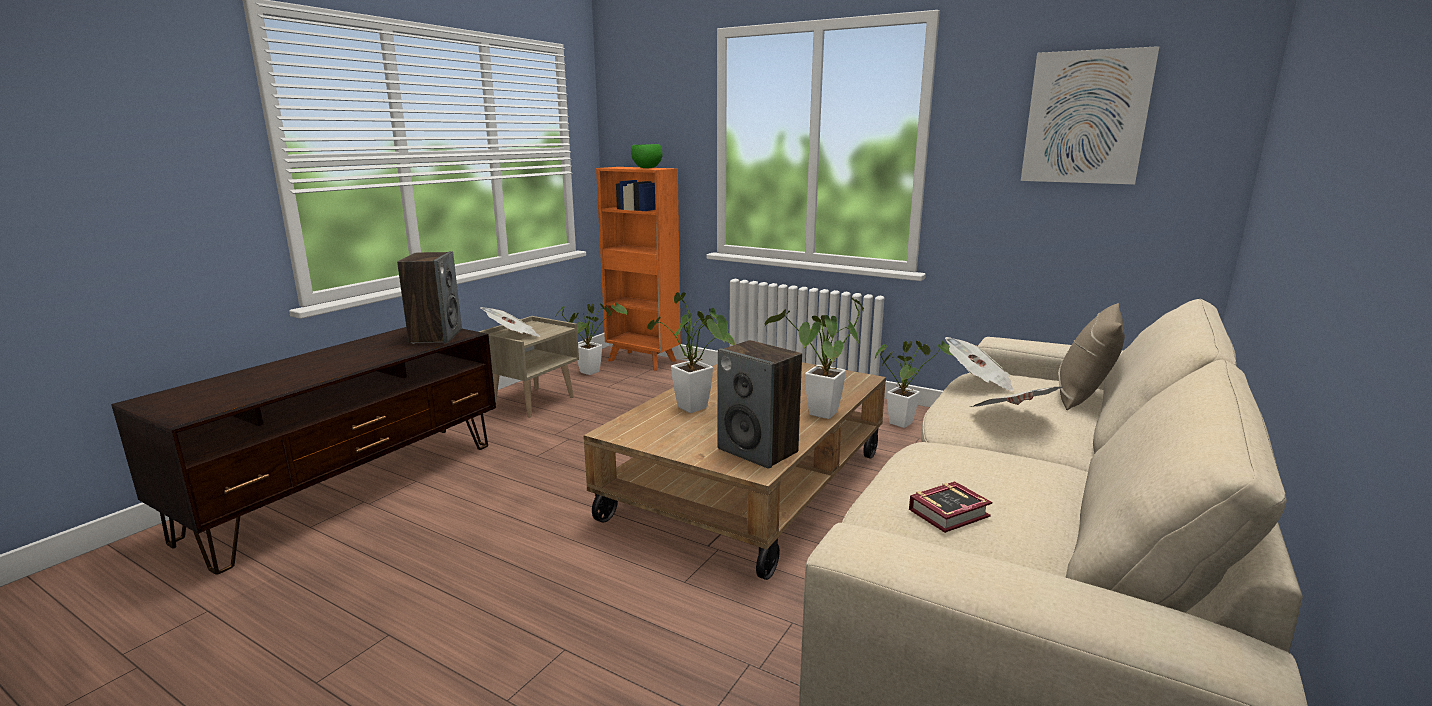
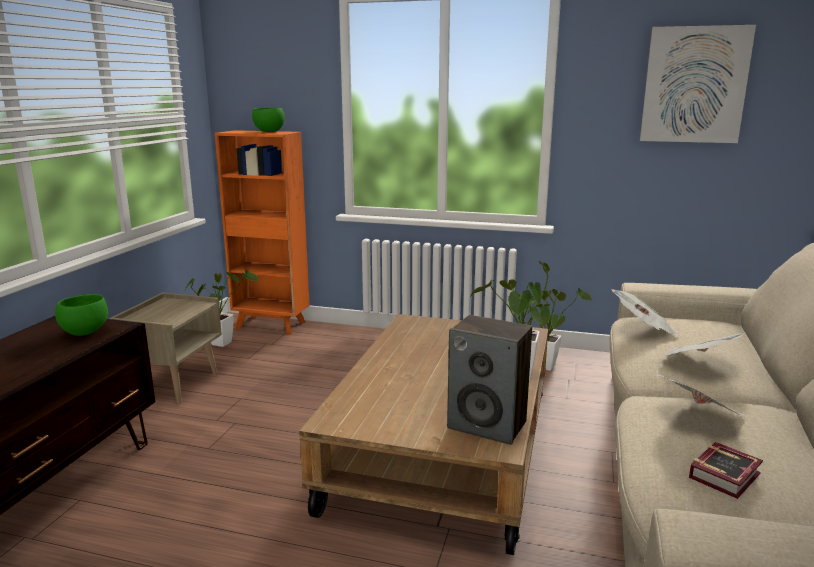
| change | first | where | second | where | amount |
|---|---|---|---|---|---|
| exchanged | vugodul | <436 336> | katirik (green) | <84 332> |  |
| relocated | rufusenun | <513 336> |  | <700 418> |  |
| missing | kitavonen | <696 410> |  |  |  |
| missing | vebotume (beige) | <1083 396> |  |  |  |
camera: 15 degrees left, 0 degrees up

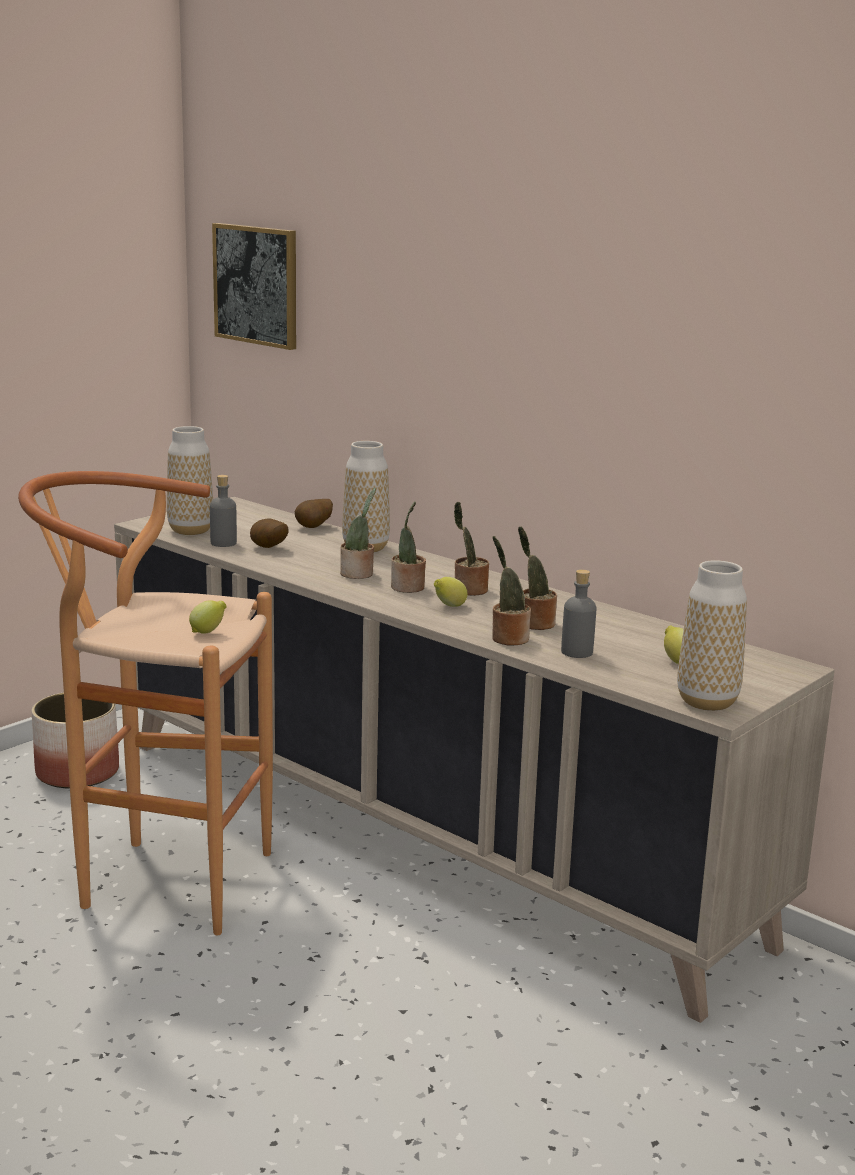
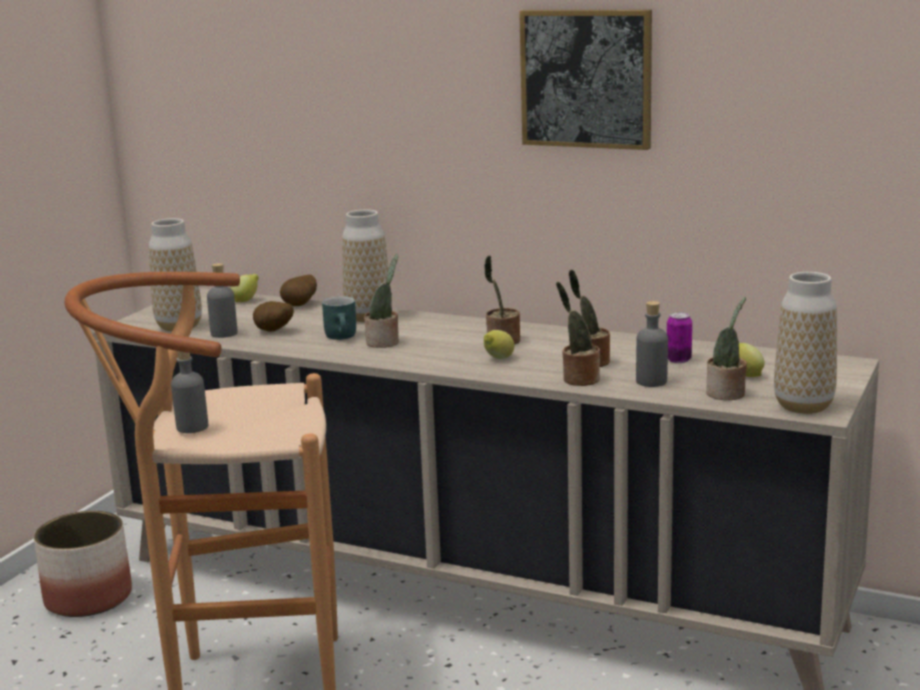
| change | first | where | second | where | amount |
|---|---|---|---|---|---|
| appeared |  |  | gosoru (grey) | <192 427> |  |
| relocated | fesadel | <208 632> |  | <246 300> |  |
| appeared |  |  | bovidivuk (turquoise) | <343 337> |  |
| relocated | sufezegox | <256 285> |  | <586 78> |  |
| appeared |  |  | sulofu | <678 360> |  |
| relocated | kitavonen | <408 588> |  | <727 394> |  |
camera: 15 degrees left, 0 degrees up

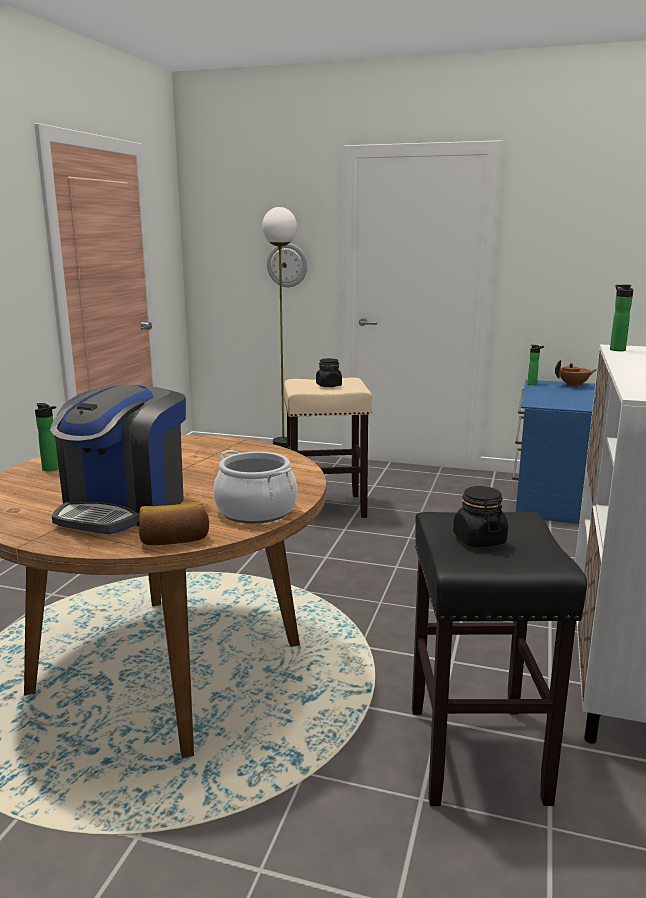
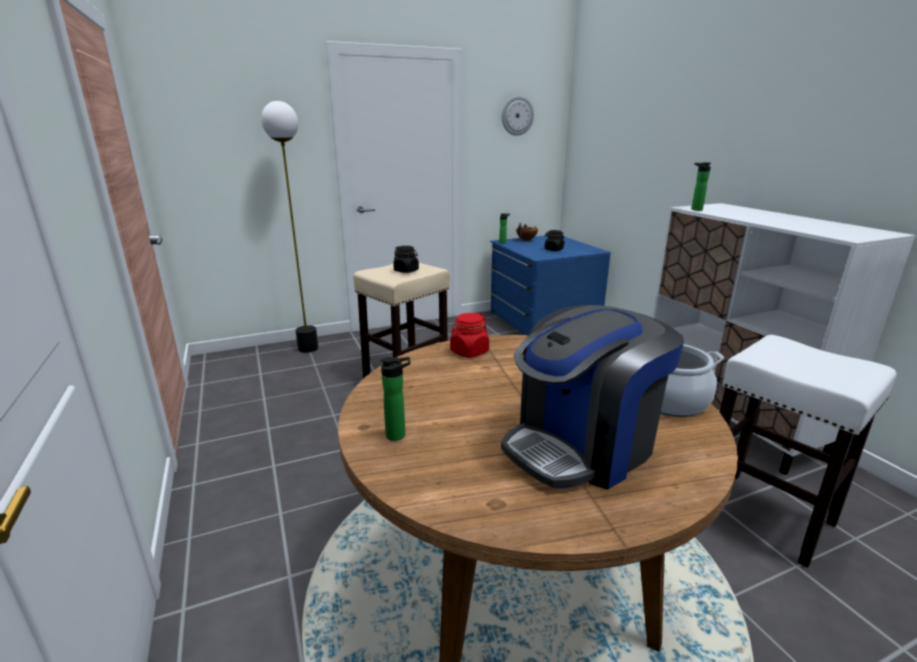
| change | first | where | second | where | amount |
|---|---|---|---|---|---|
| appeared |  |  | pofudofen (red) | <469 352> |  |
| spun | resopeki | <125 508> |  | <582 445> | 75 degrees clockwise |
| relocated | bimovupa | <287 265> |  | <517 115> |  |
| relocated | pofudofen (black) | <479 539> |  | <553 249> |  |
| colour | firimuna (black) | <477 754> | firimuna (white) | <767 516> |  |
| missing | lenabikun | <174 540> |  |  |  |
camera: 40 degrees left, 5 degrees up

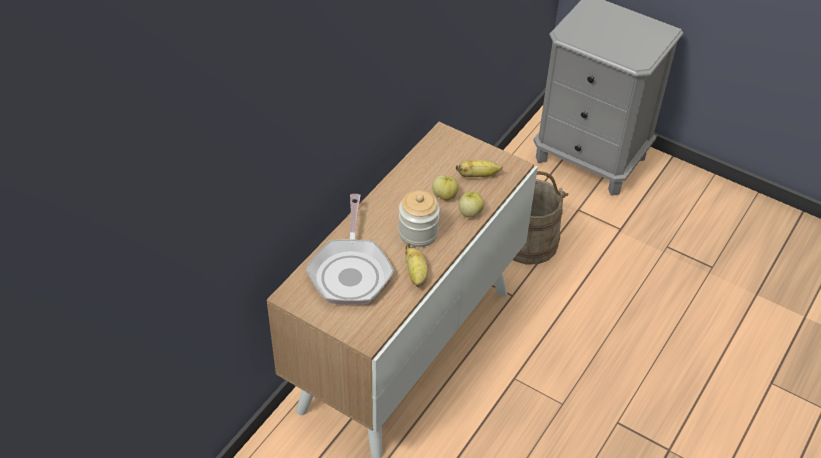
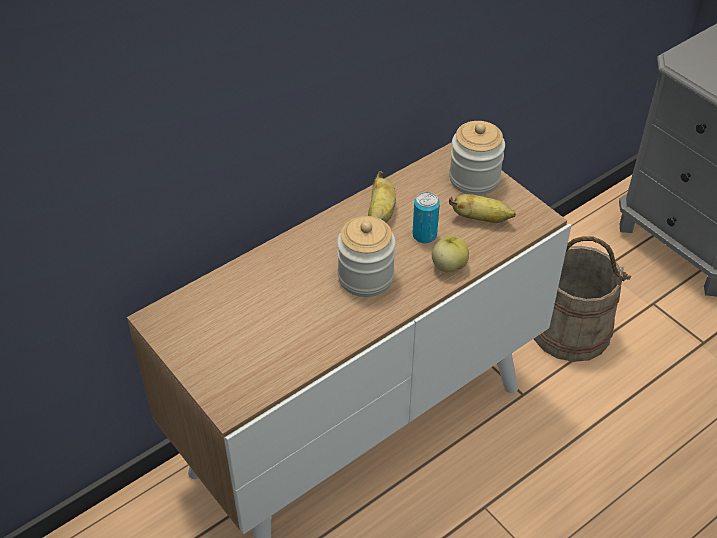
| change | first | where | second | where | amount |
|---|---|---|---|---|---|
| relocated | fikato | <416 275> |  | <380 213> |  |
| exchanged | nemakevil | <445 195> | sulofu | <424 235> |  |
| appeared |  |  | pofudofen | <474 179> |  |
| missing | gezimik | <350 271> |  |  |  |
camera: 20 degrees right, 0 degrees up

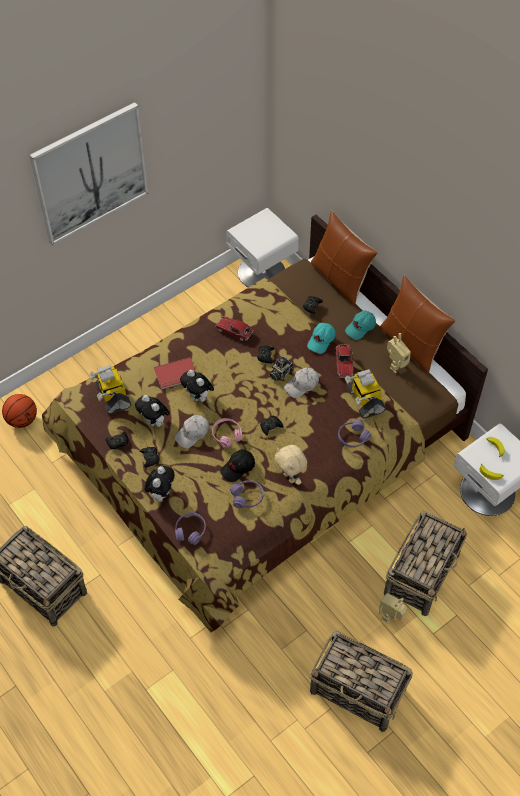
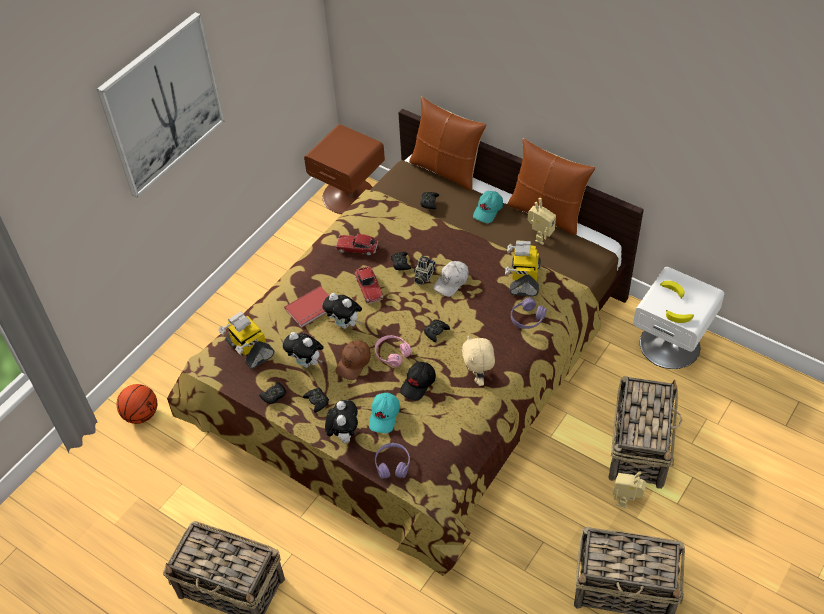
| change | first | where | second | where | amount |
|---|---|---|---|---|---|
| colour | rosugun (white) | <262 272> | rosugun (brown) | <349 195> |  |
| colour | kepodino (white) | <192 434> | kepodino (brown) | <354 363> |  |
| relocated | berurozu | <344 364> |  | <369 288> |  |
| relocated | kepodino (turquoise) | <321 341> |  | <384 416> |  |
| spun | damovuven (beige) | <290 477> |  | <478 377> | 45 degrees clockwise |
| spun | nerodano | <364 400> |  | <523 279> | 45 degrees clockwise |
| missing | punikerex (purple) | <247 497> |  |  |  |
camera: 15 degrees left, 5 degrees down

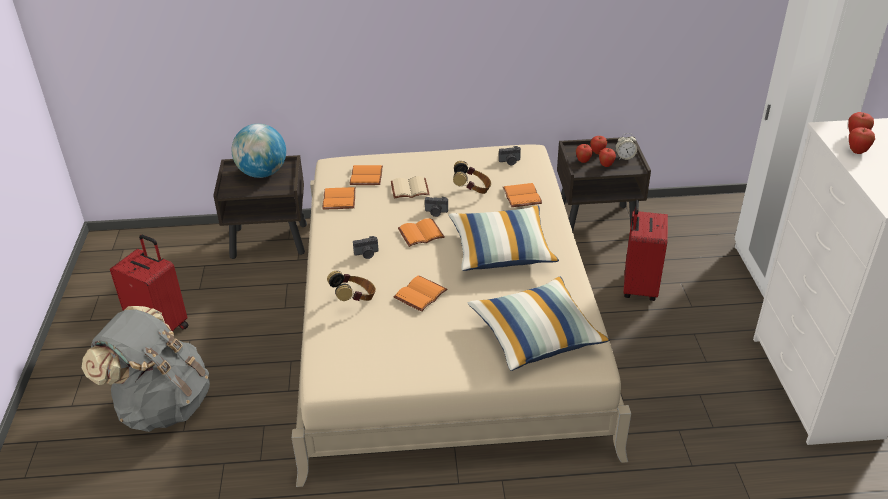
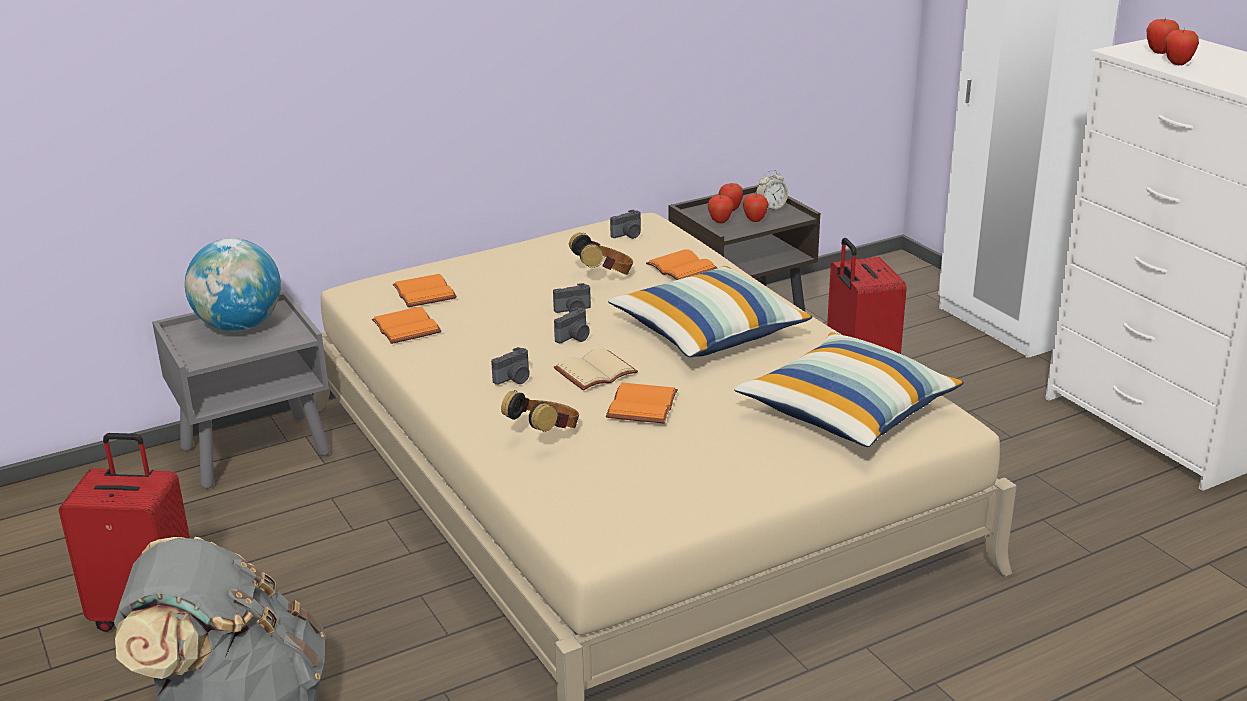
| change | first | where | second | where | amount |
|---|---|---|---|---|---|
| colour | rosugun (brown) | <270 241> | rosugun (grey) | <257 450> |  |
| exchanged | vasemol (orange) | <421 233> | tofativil | <574 338> |  |
| relocated | vasemol (beige) | <409 190> |  | <595 373> |  |
camera: 25 degrees left, 10 degrees down

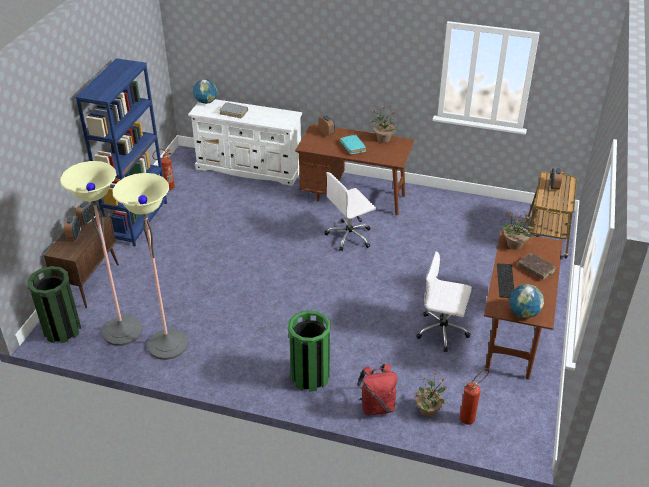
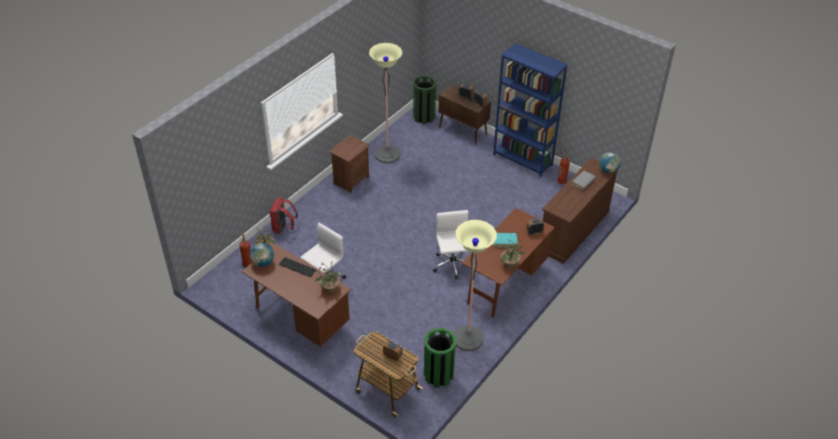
| change | first | where | second | where | amount |
|---|---|---|---|---|---|
| appeared |  |  | rosugun (brown) | <350 180> |  |
| relocated | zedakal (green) | <310 376> |  | <438 375> |  |
| relocated | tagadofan | <122 331> |  | <468 338> |  |
| colour | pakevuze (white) | <250 168> | pakevuze (brown) | <573 231> |  |
| missing | vasemol (brown) | <536 269> |  |  |  |
camera: 110 degrees right, 5 degrees up

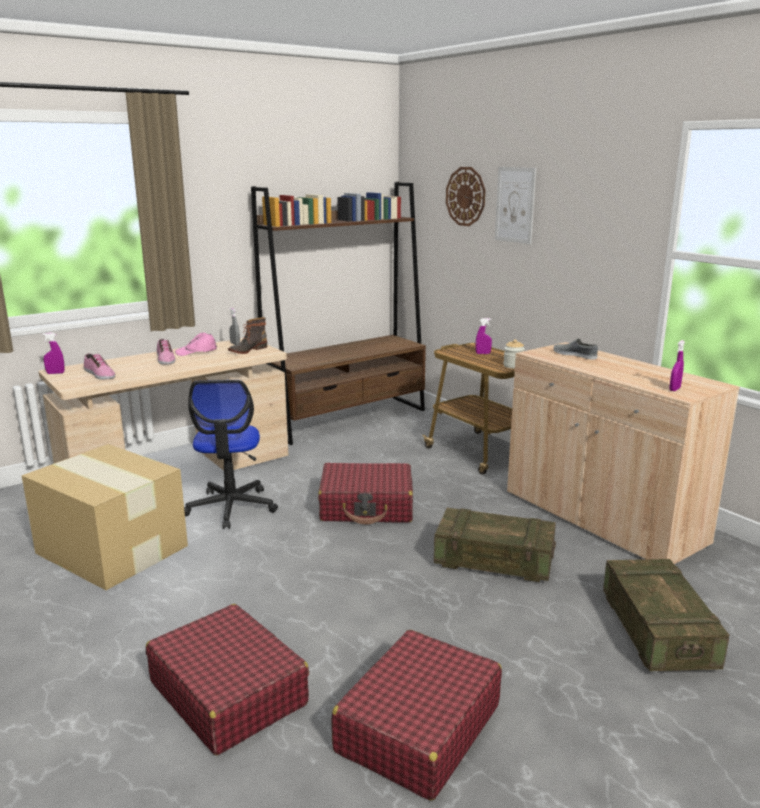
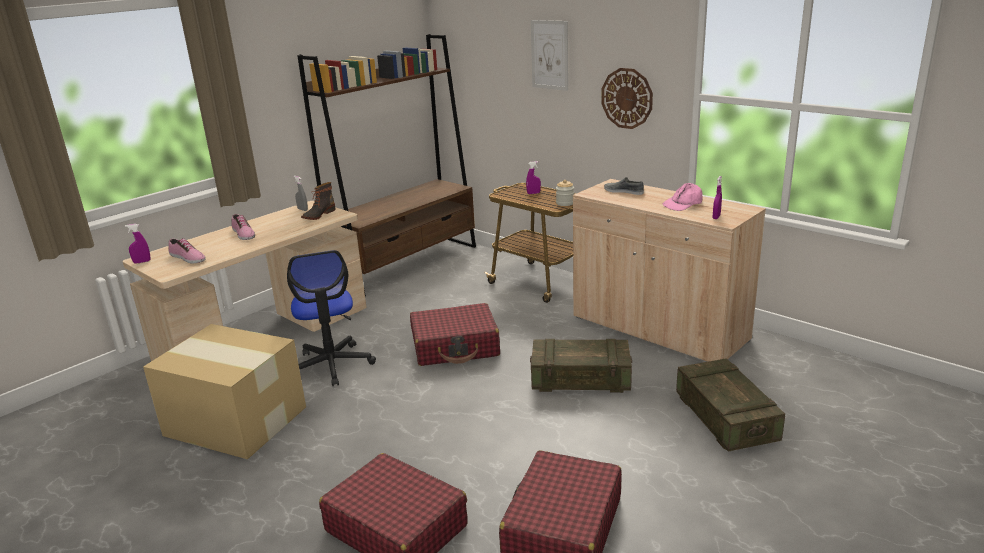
| change | first | where | second | where | amount |
|---|---|---|---|---|---|
| relocated | bimovupa | <465 196> |  | <627 98> |  |
| relocated | kepodino (pink) | <196 351> |  | <683 204> |  |
camera: 10 degrees left, 5 degrees up

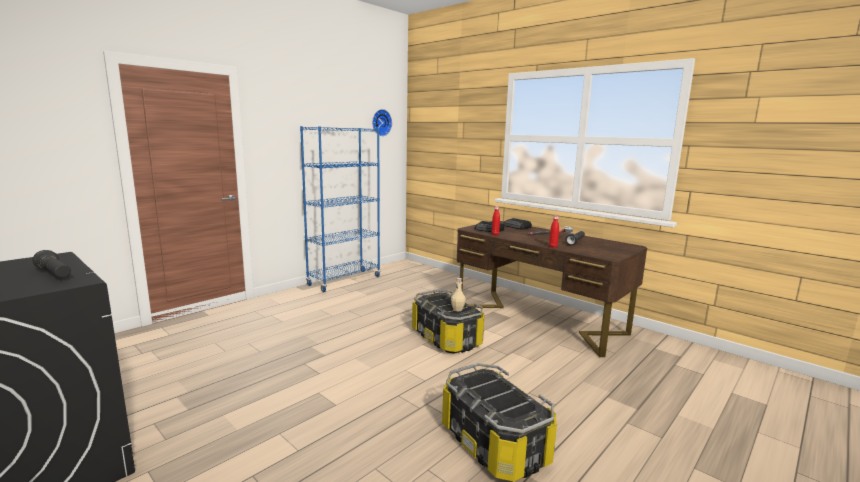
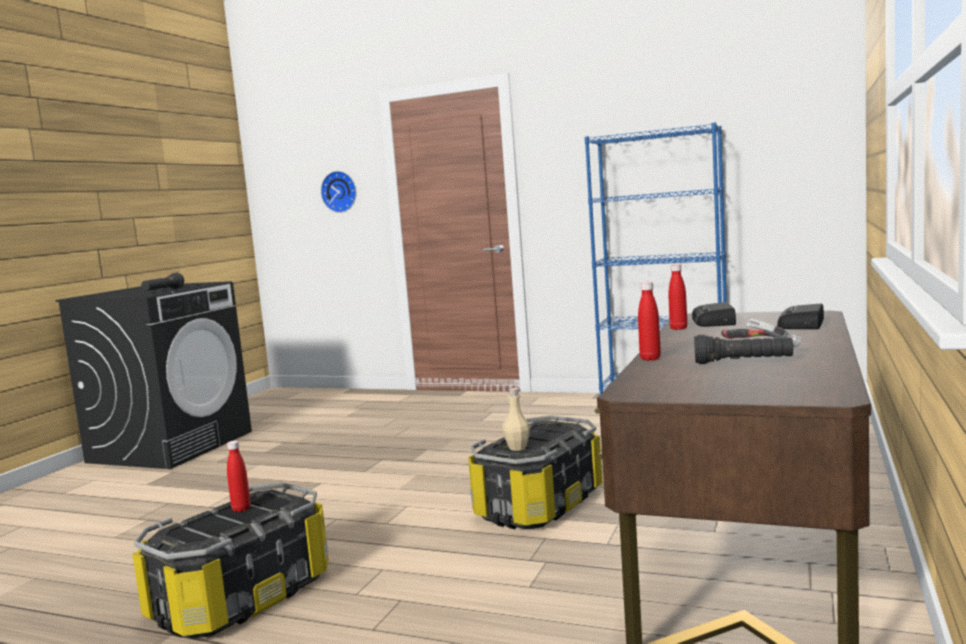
| change | first | where | second | where | amount |
|---|---|---|---|---|---|
| appeared |  |  | gosoru (red) | <241 509> |  |
| relocated | bimovupa | <380 122> |  | <340 191> |  |
camera: 70 degrees right, 5 degrees down

